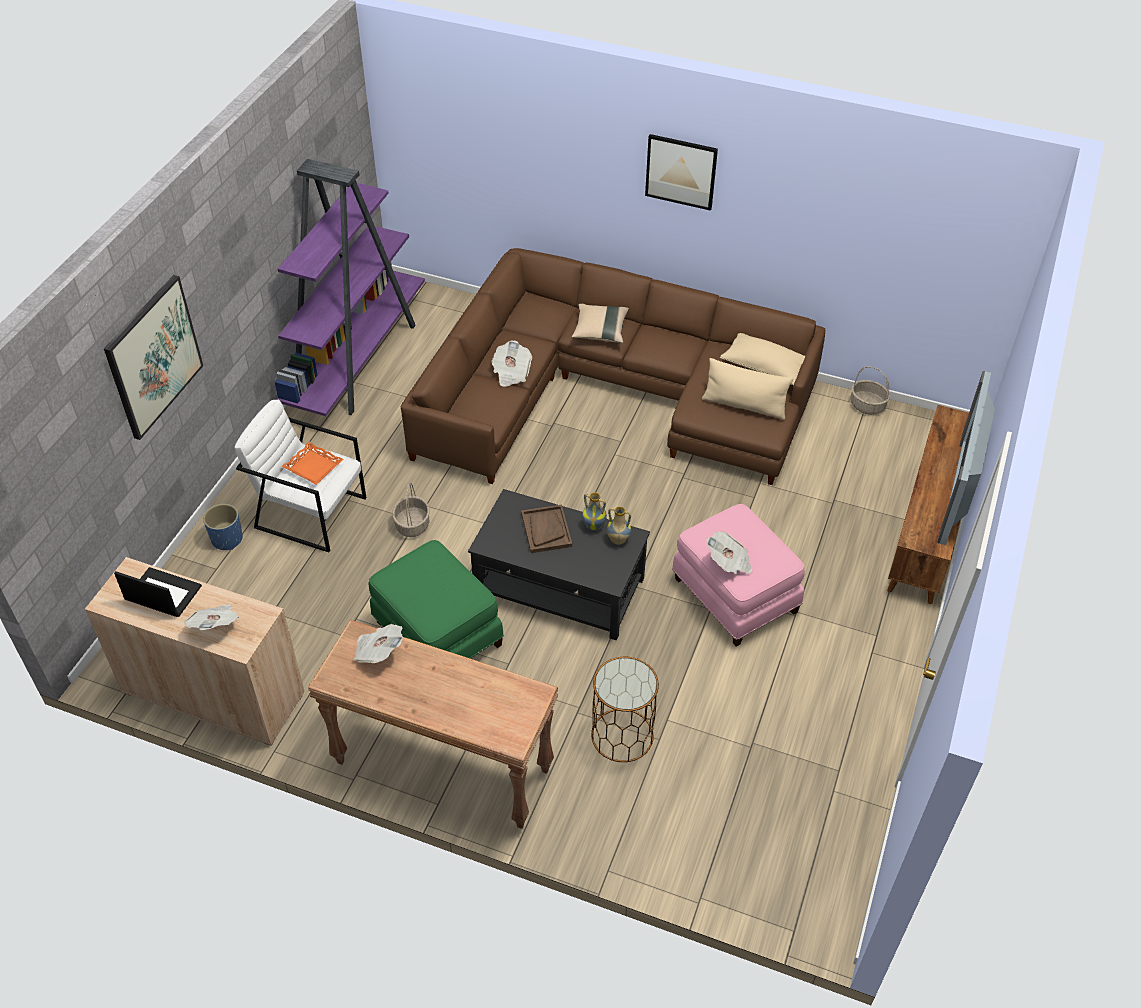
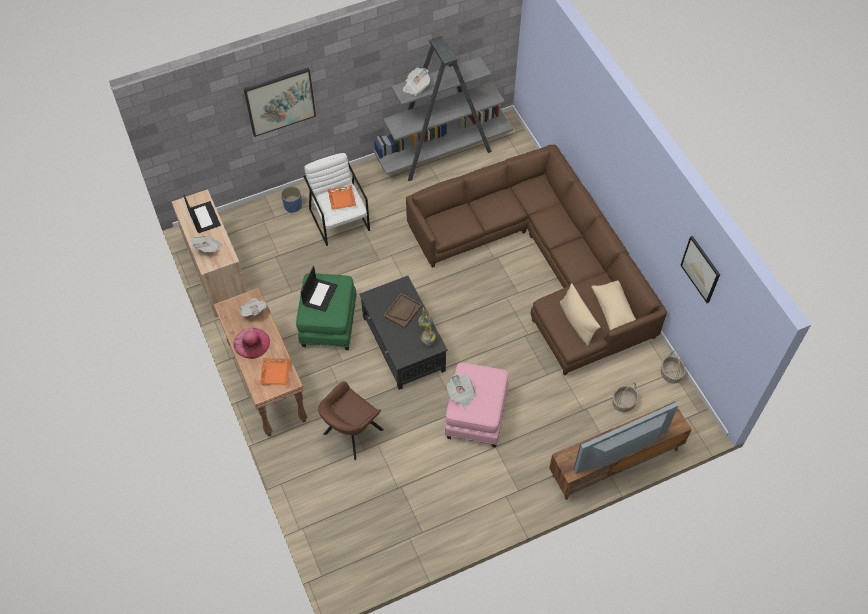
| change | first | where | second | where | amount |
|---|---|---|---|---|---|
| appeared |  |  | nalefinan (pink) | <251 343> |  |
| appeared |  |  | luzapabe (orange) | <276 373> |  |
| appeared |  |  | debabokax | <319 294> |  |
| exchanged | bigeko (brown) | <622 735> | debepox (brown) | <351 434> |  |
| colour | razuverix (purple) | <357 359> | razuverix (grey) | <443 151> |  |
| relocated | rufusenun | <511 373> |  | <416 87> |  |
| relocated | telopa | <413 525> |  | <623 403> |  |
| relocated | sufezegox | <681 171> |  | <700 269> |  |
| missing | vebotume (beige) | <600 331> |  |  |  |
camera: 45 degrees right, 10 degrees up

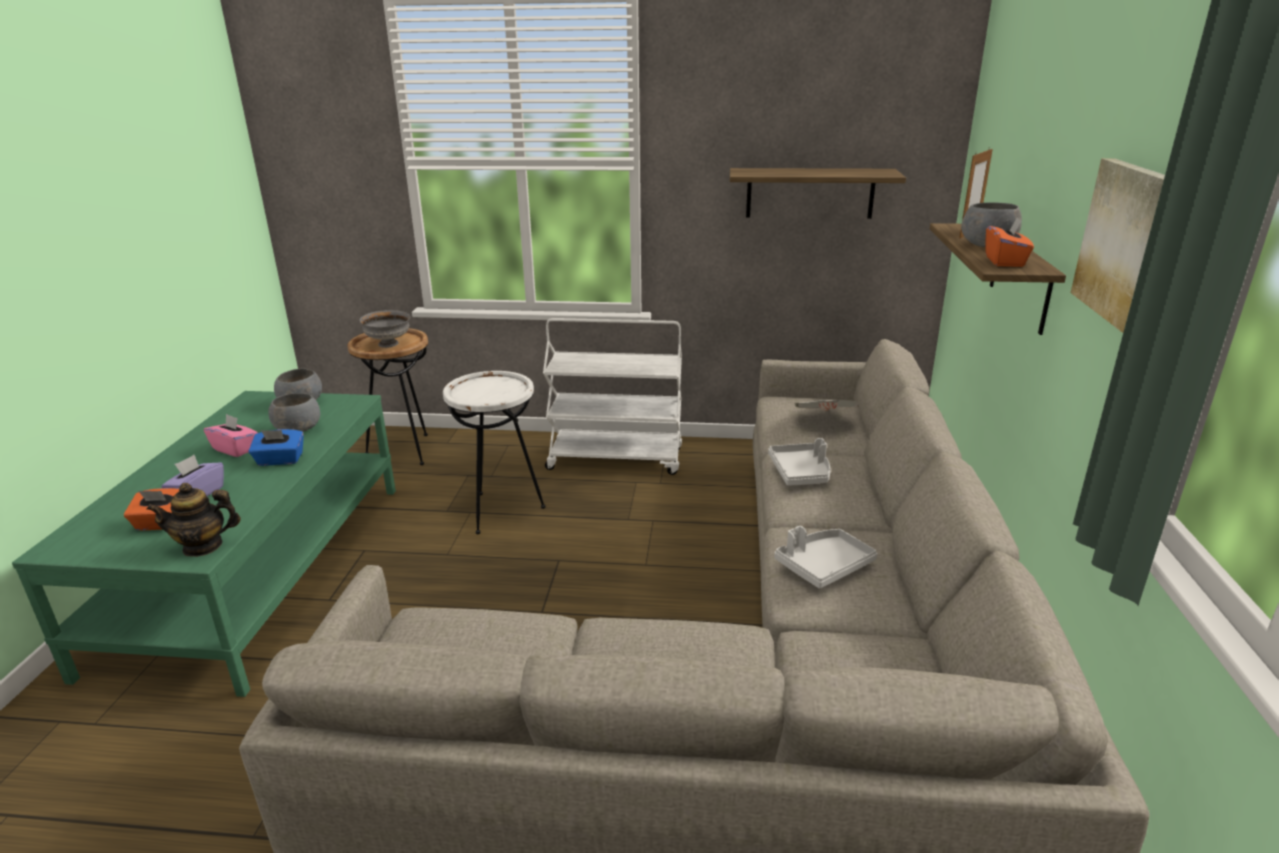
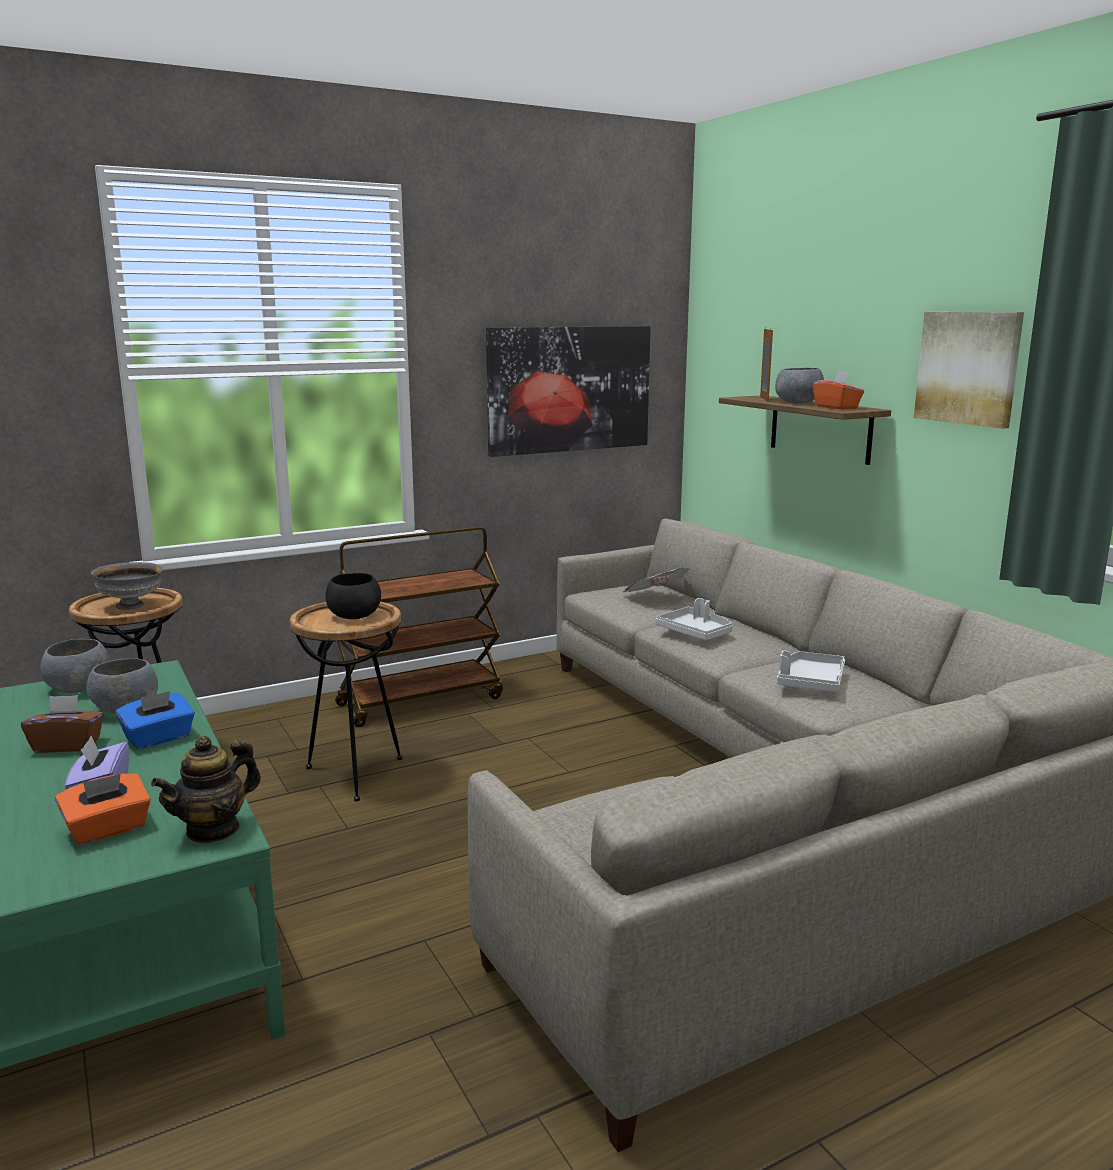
| change | first | where | second | where | amount |
|---|---|---|---|---|---|
| colour | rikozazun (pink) | <235 449> | rikozazun (brown) | <67 745> |  |
| colour | bigeko (white) | <501 511> | bigeko (brown) | <355 774> |  |
| appeared |  |  | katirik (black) | <354 616> |  |
| colour | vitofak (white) | <616 459> | vitofak (brown) | <421 700> |  |
| exchanged | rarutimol | <810 193> | sufezegox | <569 389> |  |
camera: 35 degrees left, 10 degrees down

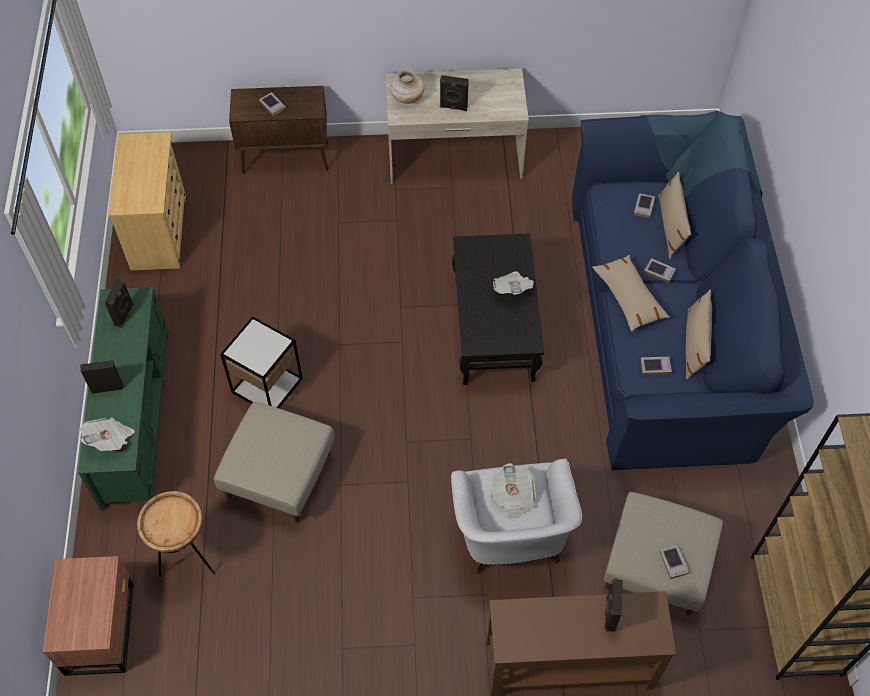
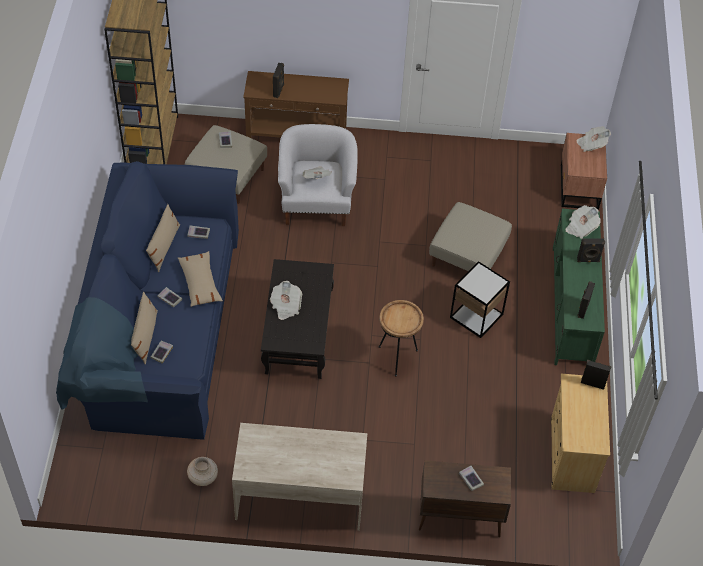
| change | first | where | second | where | amount |
|---|---|---|---|---|---|
| relocated | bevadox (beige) | <407 98> |  | <203 477> |  |
| relocated | bigeko (brown) | <188 559> |  | <397 357> |  |
| appeared |  |  | rufusenun | <591 144> |  |
| relocated | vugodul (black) | <453 107> |  | <593 383> |  |
camera: 175 degrees left, 5 degrees down

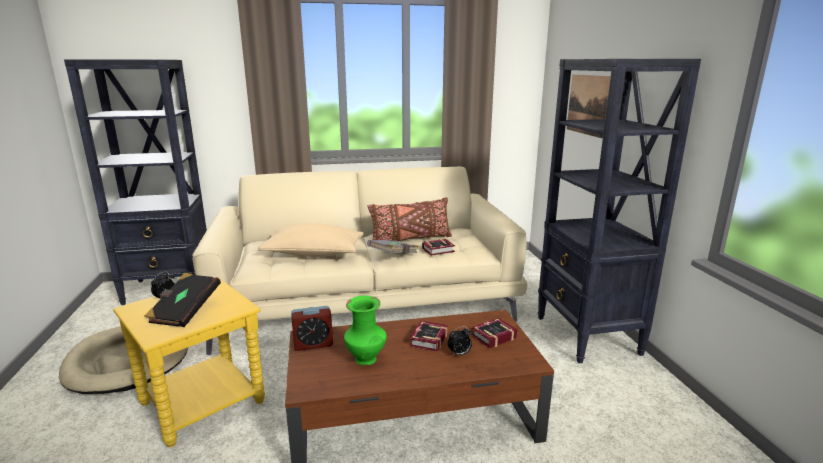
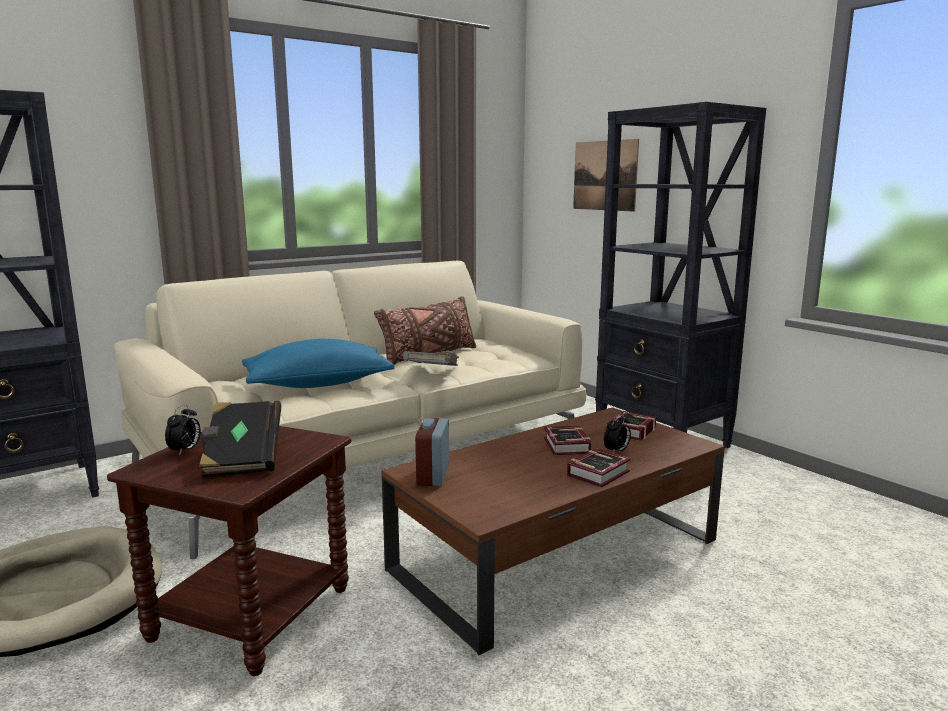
| change | first | where | second | where | amount |
|---|---|---|---|---|---|
| colour | bigeko (yellow) | <203 402> | bigeko (brown) | <250 613> |  |
| colour | vebotume (beige) | <313 254> | vebotume (blue) | <318 384> |  |
| spun | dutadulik | <313 344> |  | <433 476> | 135 degrees clockwise |
| relocated | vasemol | <439 250> |  | <601 473> |  |
| missing | bevadox (green) | <366 360> |  |  |  |
camera: 25 degrees left, 5 degrees down

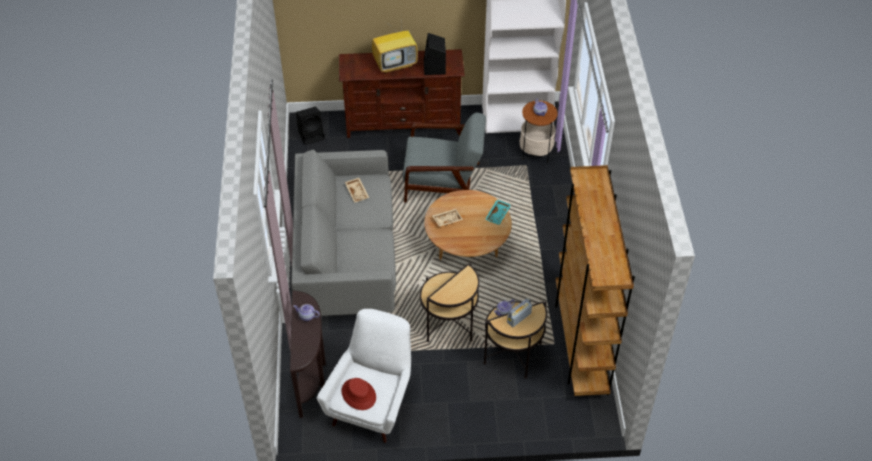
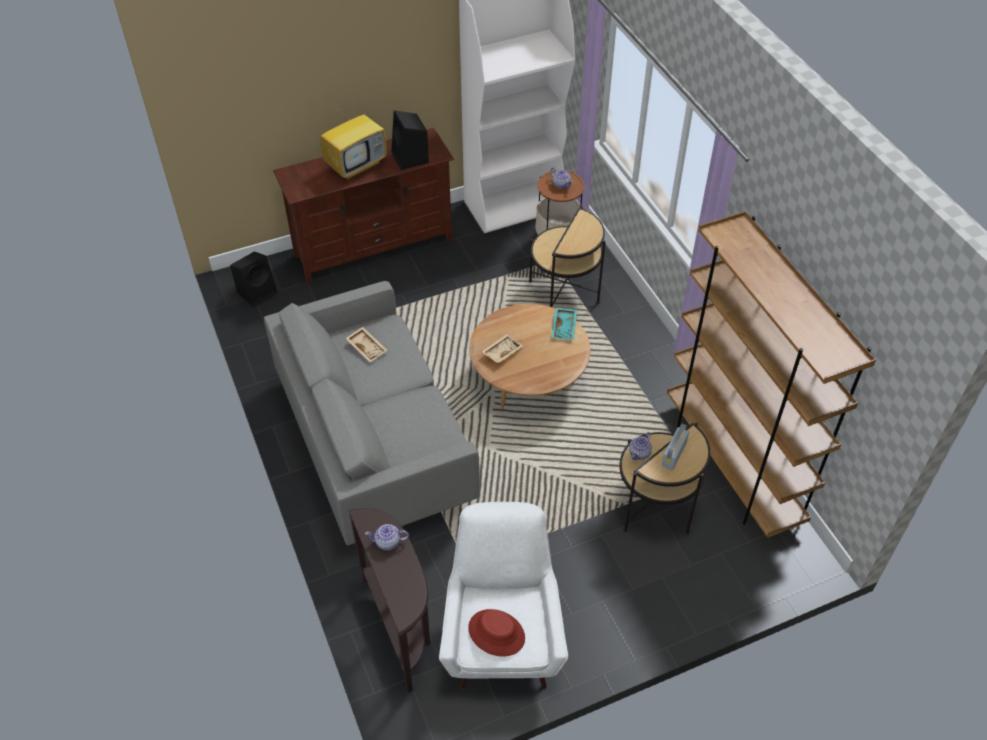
| change | first | where | second | where | amount |
|---|---|---|---|---|---|
| relocated | bigeko | <448 323> |  | <563 292> |  |
| missing | debepox (grey) | <443 182> |  |  |  |
camera: 20 degrees left, 0 degrees up

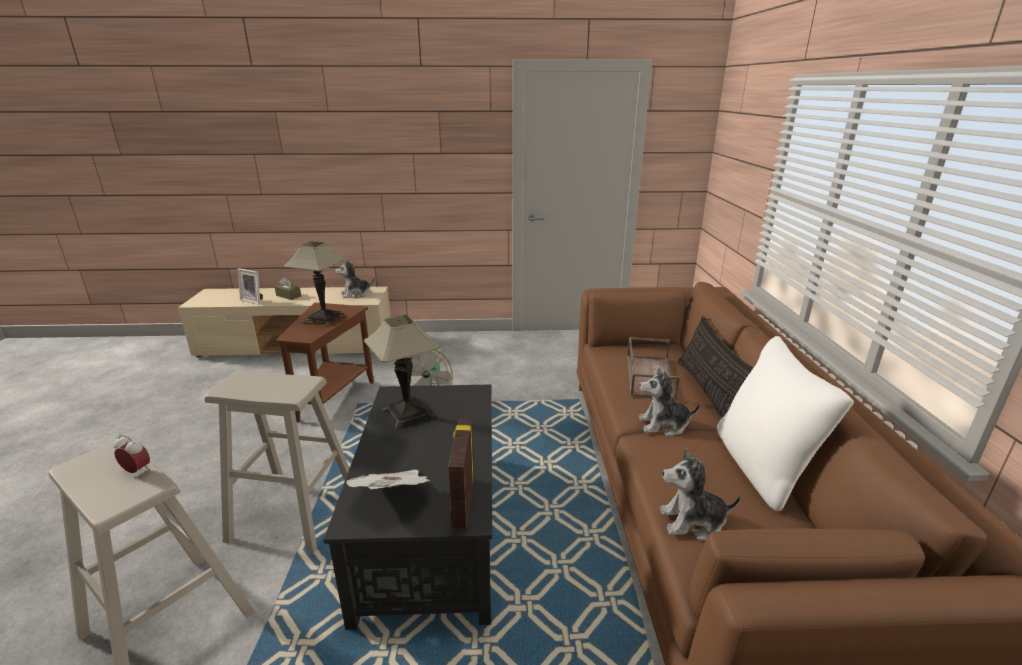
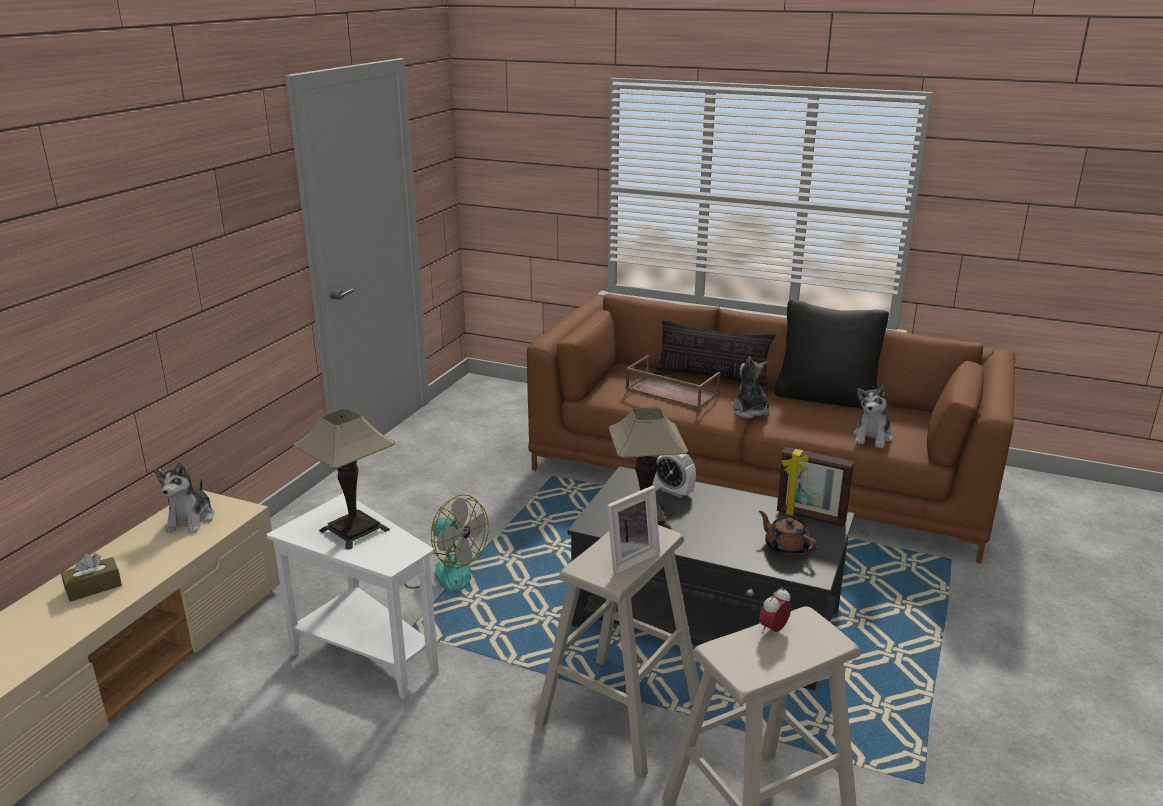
| change | first | where | second | where | amount |
|---|---|---|---|---|---|
| colour | bigeko (brown) | <334 398> | bigeko (white) | <365 654> |  |
| relocated | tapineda | <254 300> |  | <629 557> |  |
| appeared |  |  | dutadulik | <674 491> |  |
| spun | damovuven | <663 425> |  | <750 411> | 135 degrees clockwise |
| exchanged | rufusenun | <393 496> | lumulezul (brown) | <785 548> |  |
| colour | vebotume (white) | <762 468> | vebotume (black) | <826 397> |  |
camera: 65 degrees left, 0 degrees up

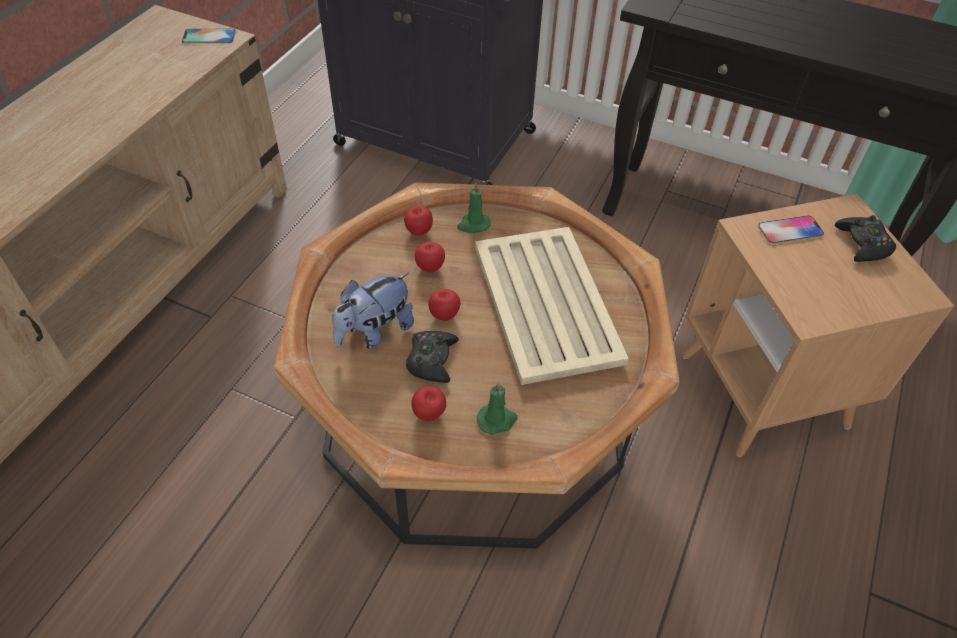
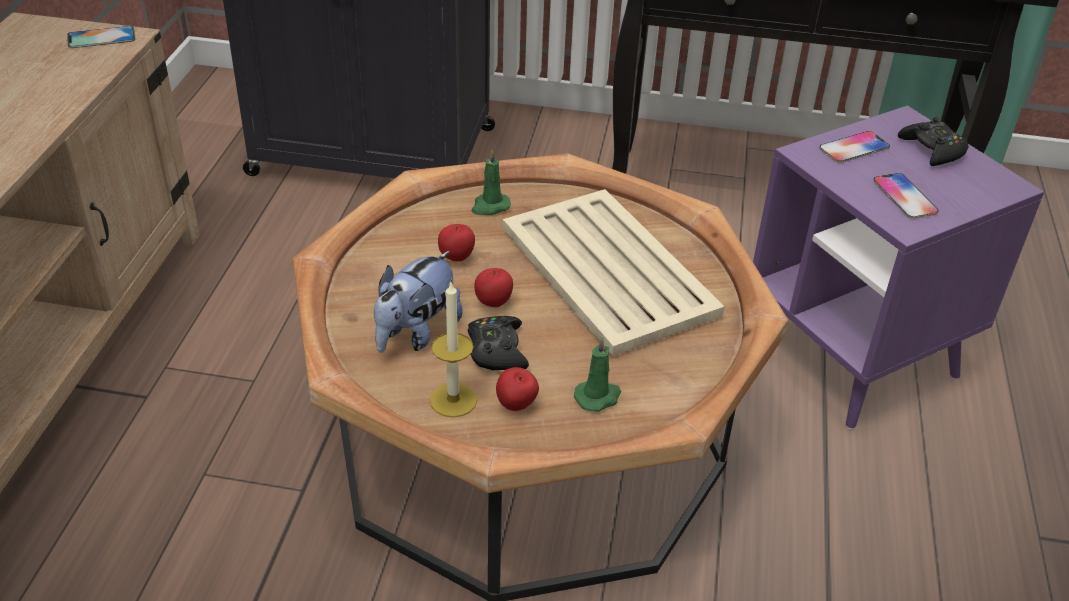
| change | first | where | second | where | amount |
|---|---|---|---|---|---|
| appeared |  |  | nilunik | <453 400> |  |
| colour | bigeko (brown) | <763 391> | bigeko (purple) | <852 357> |  |
| appeared |  |  | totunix | <904 197> |  |
| missing | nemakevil | <419 232> |  |  |  |
camera: 15 degrees left, 10 degrees down

